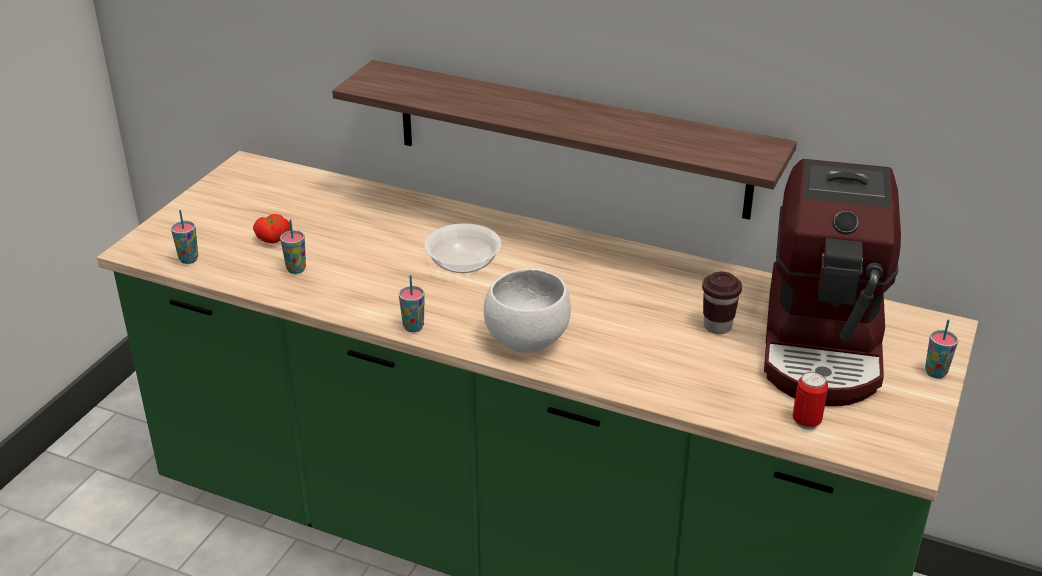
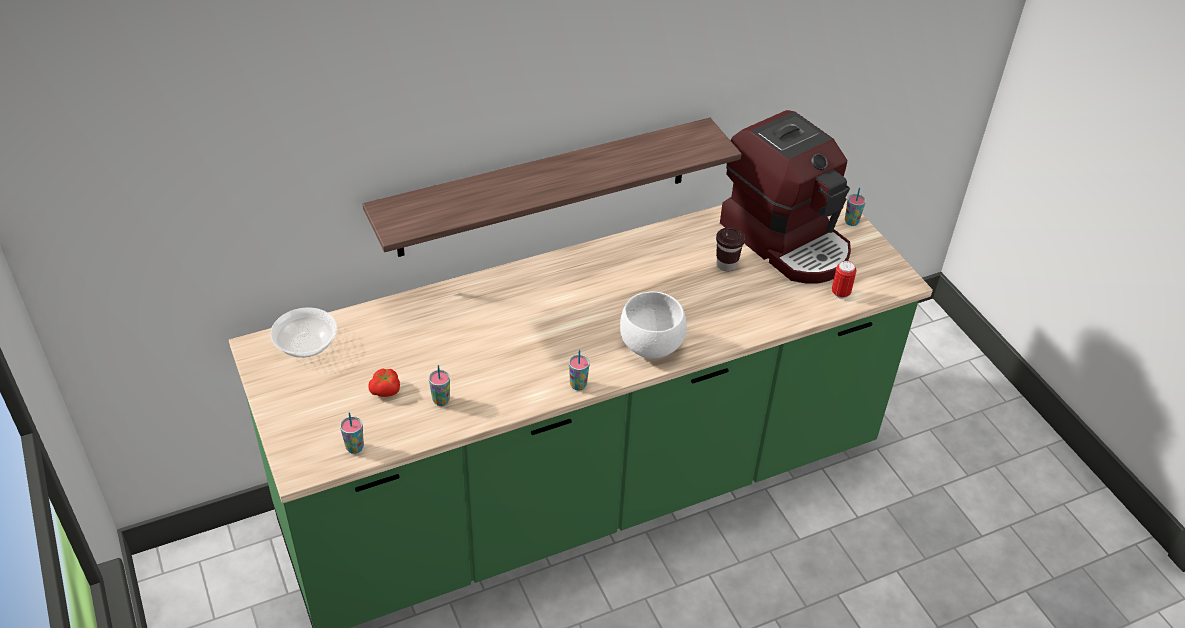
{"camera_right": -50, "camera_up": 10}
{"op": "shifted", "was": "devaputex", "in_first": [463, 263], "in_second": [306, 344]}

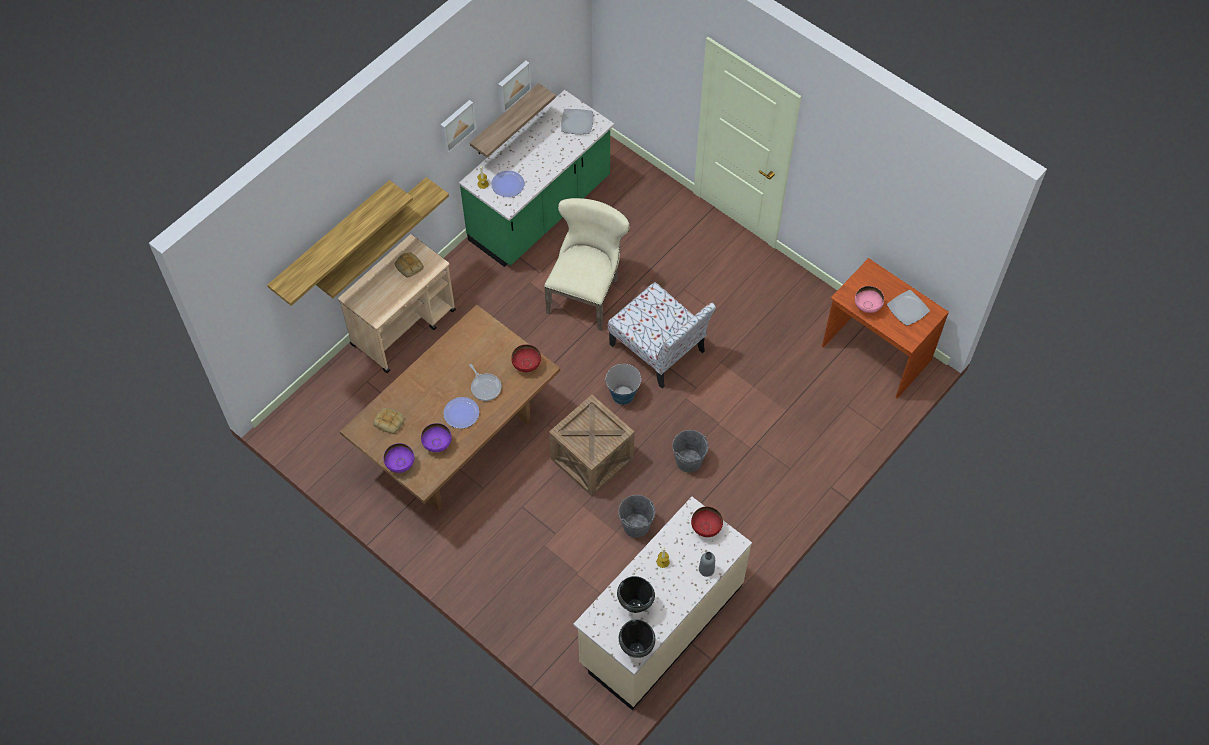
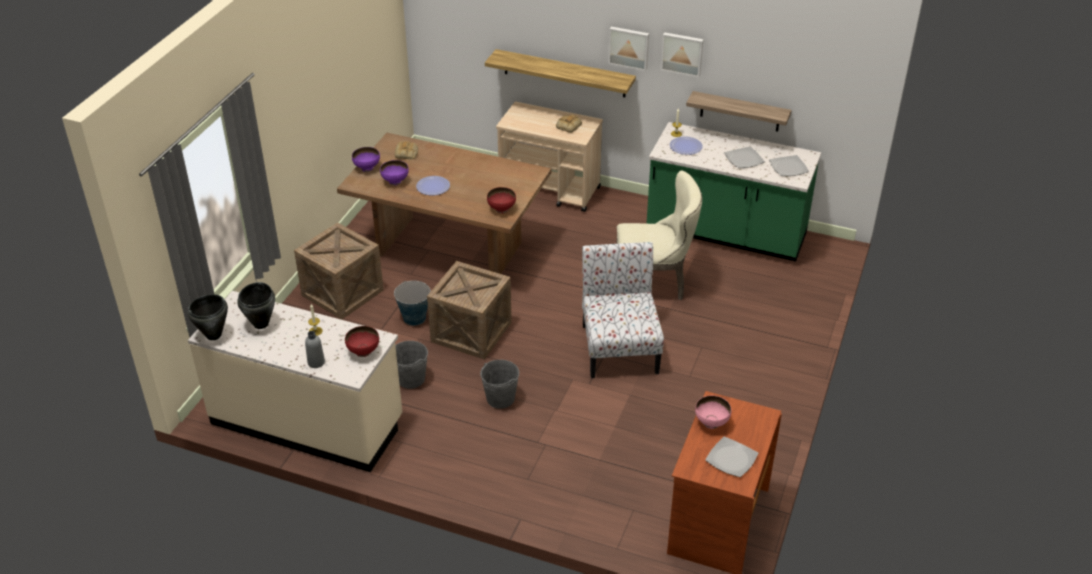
{"camera_right": 70, "camera_up": -20}
{"op": "shifted", "was": "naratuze", "in_first": [513, 85], "in_second": [629, 47]}
{"op": "gone", "was": "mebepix", "in_first": [331, 239]}
{"op": "rotated", "was": "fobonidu", "in_first": [659, 349], "in_second": [619, 347], "clockwise": 150}
{"op": "gone", "was": "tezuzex", "in_first": [485, 386]}
{"op": "shifted", "was": "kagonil", "in_first": [622, 395], "in_second": [414, 318]}
{"op": "new", "now": "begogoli", "in_second": [744, 159]}
{"op": "new", "now": "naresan", "in_second": [342, 292]}

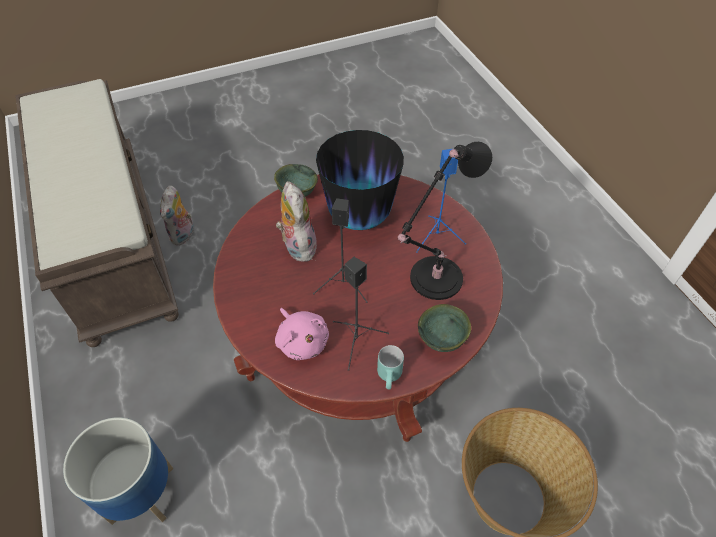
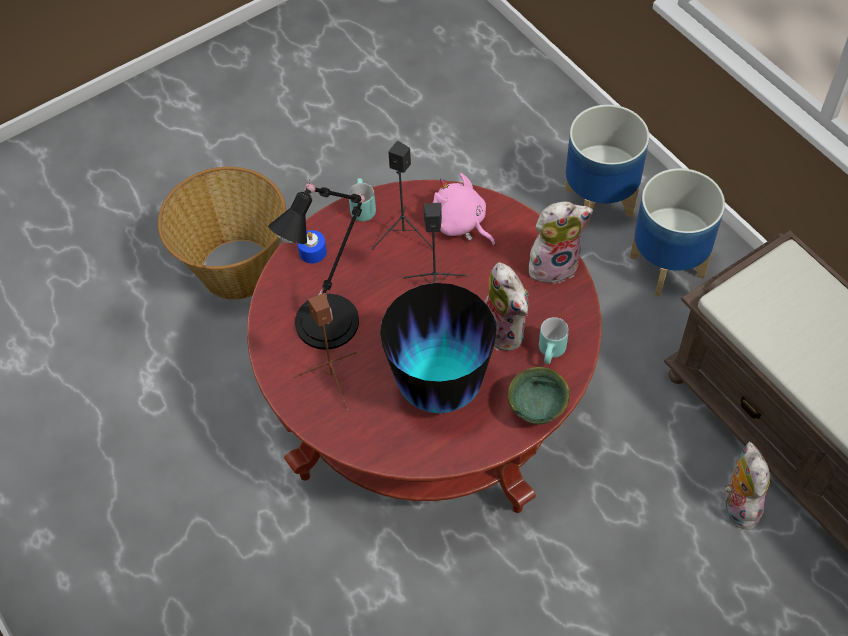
{"camera_right": 170, "camera_up": 5}
{"op": "repainted", "was": "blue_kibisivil", "now": "brown_kibisivil", "in_first": [437, 237], "in_second": [331, 379]}
{"op": "swapped", "was": "green_devaputex", "now": "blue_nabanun", "in_first": [442, 341], "in_second": [313, 252]}
{"op": "new", "now": "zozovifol", "in_second": [666, 265]}
{"op": "new", "now": "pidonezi", "in_second": [554, 264]}
{"op": "new", "now": "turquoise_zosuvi", "in_second": [552, 353]}

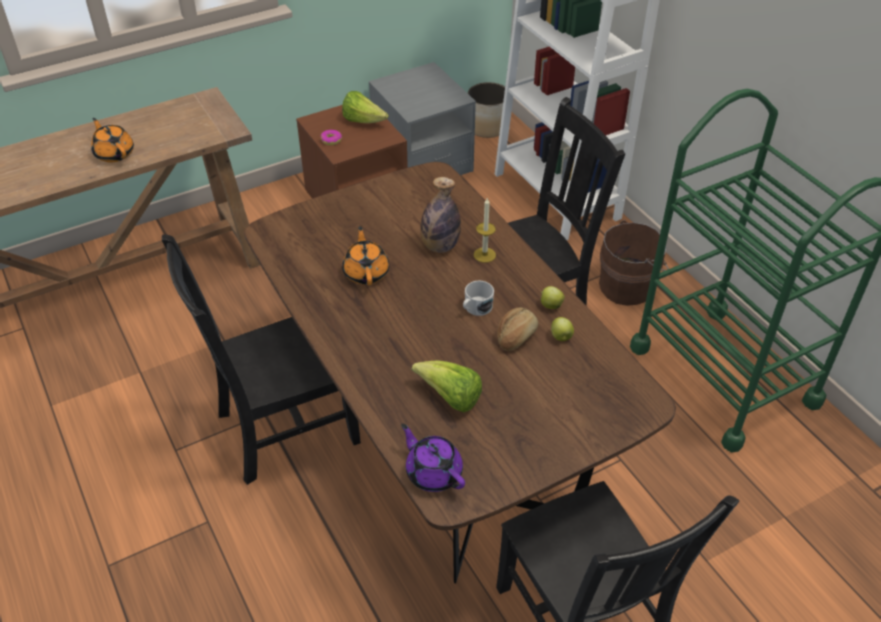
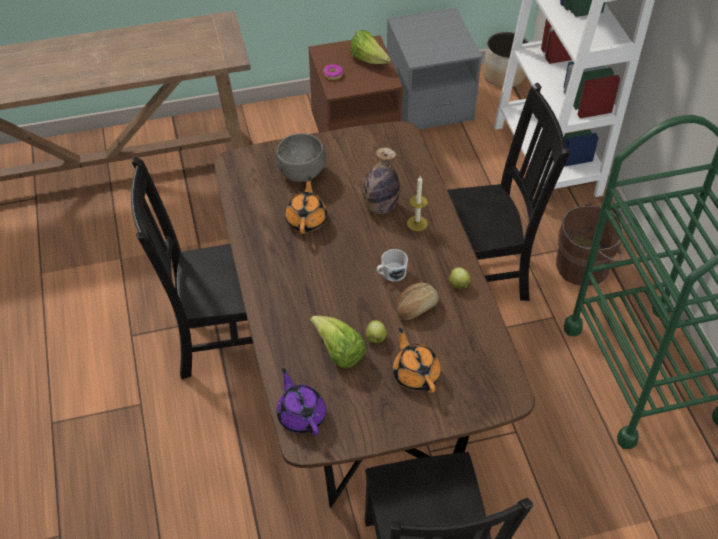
{"camera_right": 15, "camera_up": 5}
{"op": "shifted", "was": "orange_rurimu", "in_first": [114, 153], "in_second": [415, 374]}
{"op": "shifted", "was": "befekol", "in_first": [561, 337], "in_second": [375, 338]}
{"op": "new", "now": "grey_devaputex", "in_second": [301, 172]}

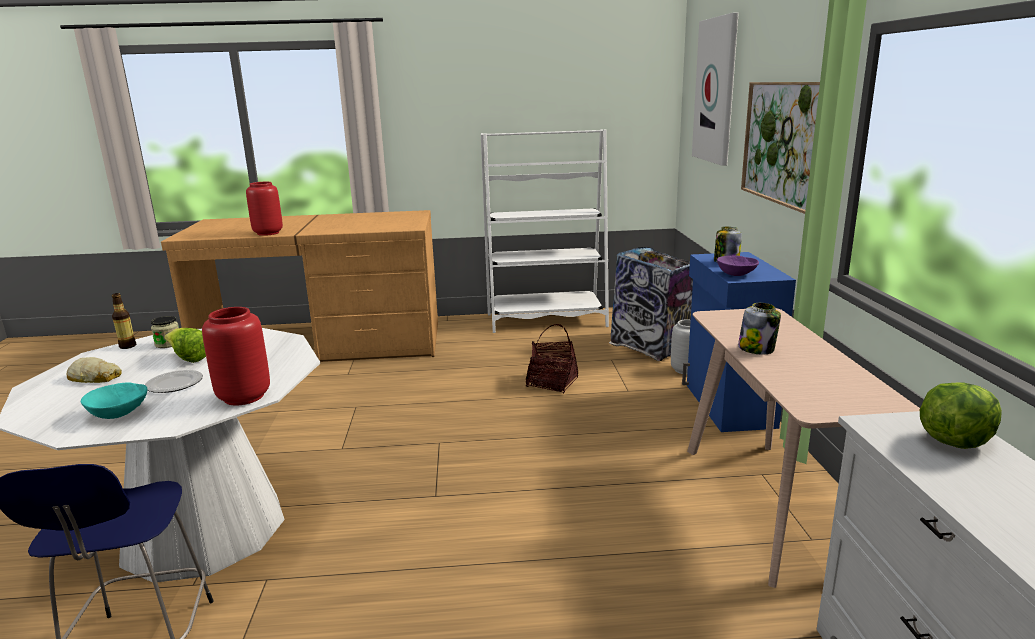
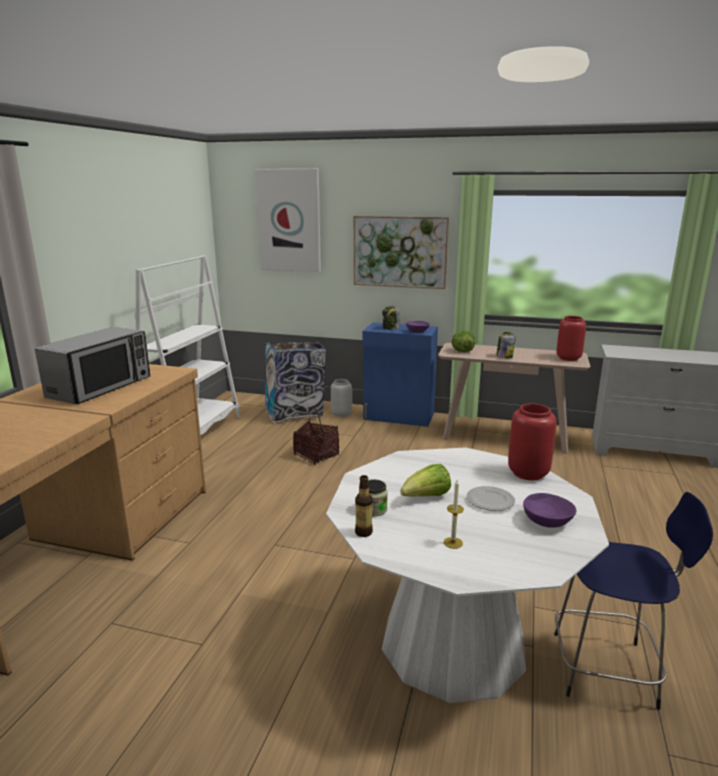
{"camera_right": -70, "camera_up": 0}
{"op": "shifted", "was": "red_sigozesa", "in_first": [268, 233], "in_second": [568, 358]}
{"op": "swapped", "was": "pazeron", "now": "nabanun", "in_first": [94, 377], "in_second": [453, 543]}
{"op": "repainted", "was": "turquoise_devaputex", "now": "purple_devaputex", "in_first": [118, 413], "in_second": [546, 522]}
{"op": "shifted", "was": "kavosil", "in_first": [954, 441], "in_second": [462, 351]}
{"op": "new", "now": "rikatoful", "in_second": [101, 387]}

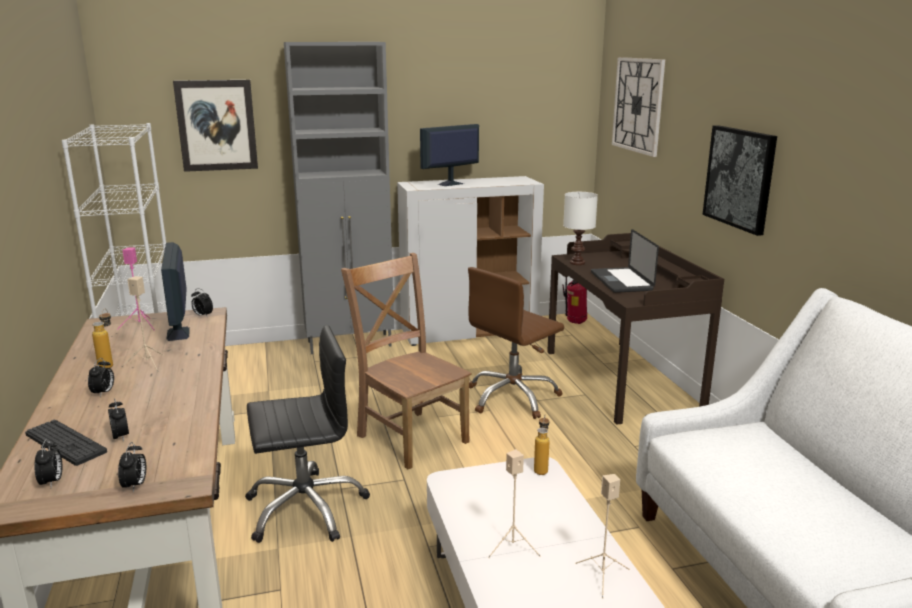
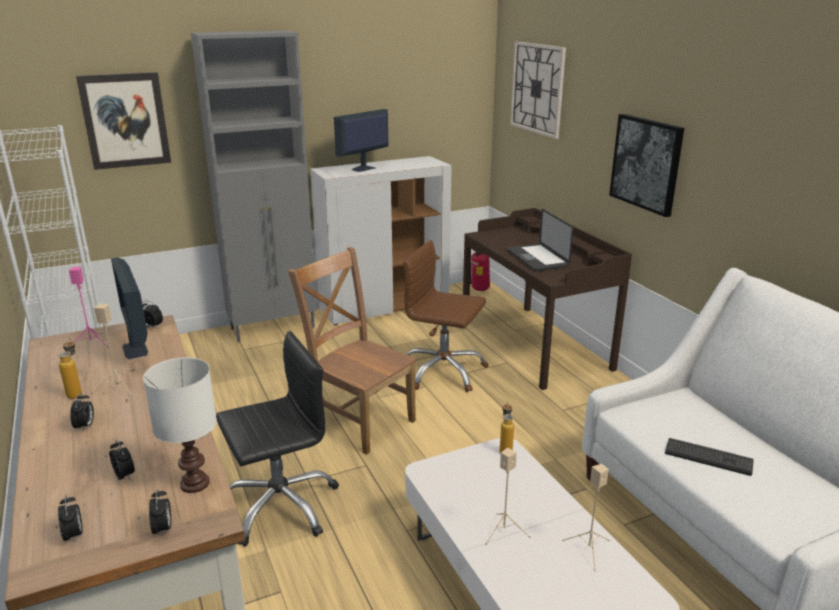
{"camera_right": -10, "camera_up": 5}
{"op": "shifted", "was": "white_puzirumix", "in_first": [576, 263], "in_second": [193, 483]}
{"op": "rotated", "was": "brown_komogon", "in_first": [513, 397], "in_second": [443, 371], "clockwise": 75}
{"op": "shifted", "was": "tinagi", "in_first": [65, 443], "in_second": [708, 457]}

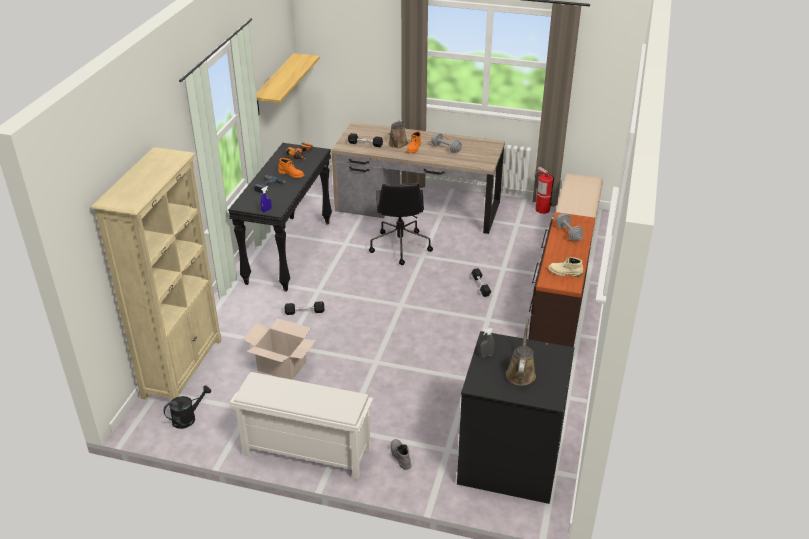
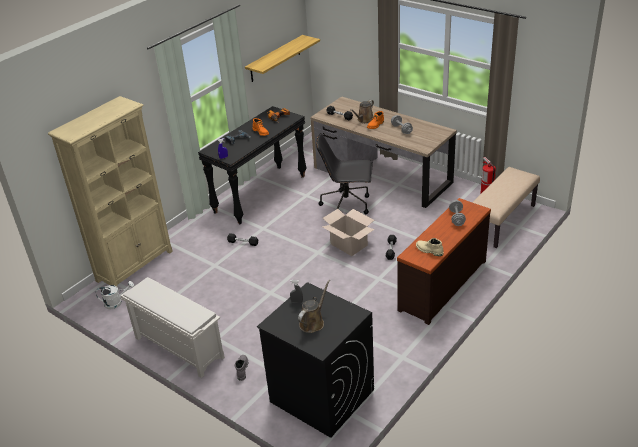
{"camera_right": 25, "camera_up": 0}
{"op": "rotated", "was": "black_komogon", "in_first": [400, 246], "in_second": [347, 205], "clockwise": 75}
{"op": "shifted", "was": "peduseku", "in_first": [281, 366], "in_second": [348, 245]}
{"op": "repainted", "was": "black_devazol", "now": "white_devazol", "in_first": [188, 418], "in_second": [116, 302]}

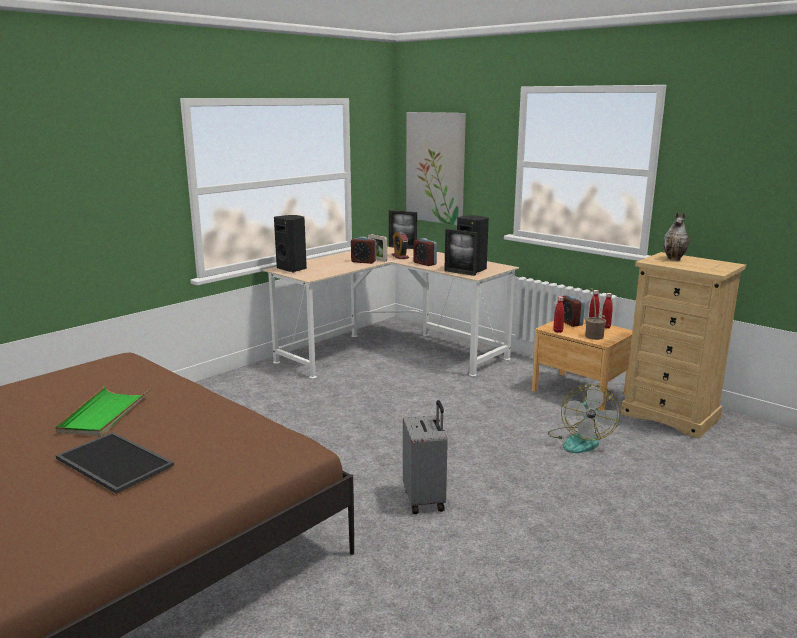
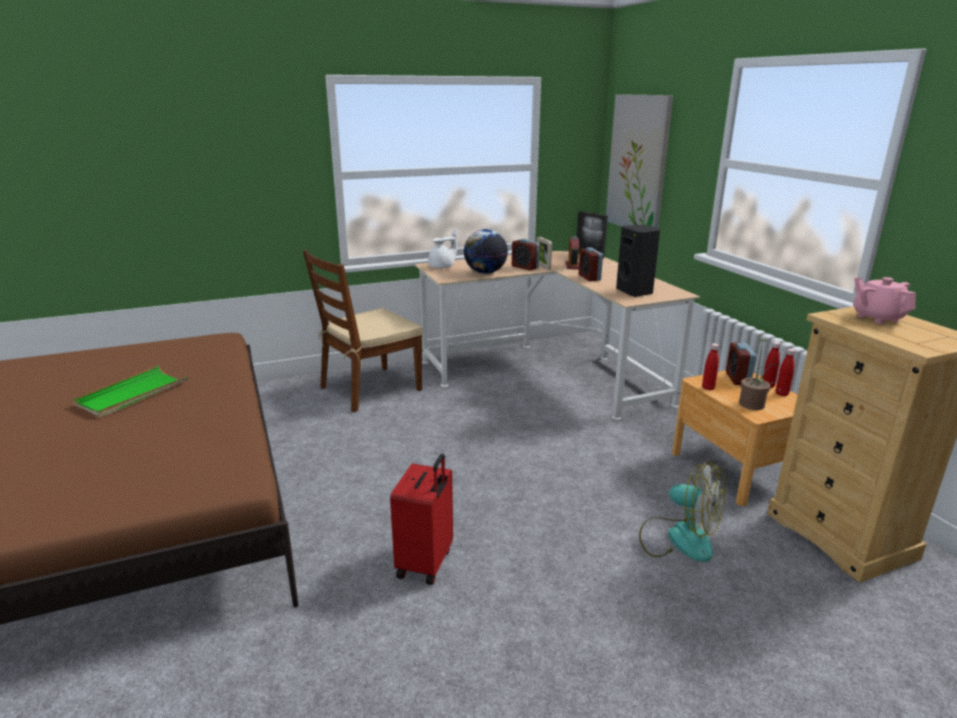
{"camera_right": 25, "camera_up": 5}
{"op": "swapped", "was": "sigozesa", "now": "pink_rurimu", "in_first": [674, 259], "in_second": [877, 318]}
{"op": "swapped", "was": "black_kibisivil", "now": "white_rurimu", "in_first": [293, 269], "in_second": [443, 267]}
{"op": "gone", "was": "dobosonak", "in_first": [460, 273]}
{"op": "rotated", "was": "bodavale", "in_first": [580, 440], "in_second": [678, 538], "clockwise": -90}
{"op": "repainted", "was": "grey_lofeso", "now": "red_lofeso", "in_first": [425, 500], "in_second": [426, 563]}
{"op": "gone", "was": "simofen", "in_first": [112, 462]}
{"op": "new", "now": "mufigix", "in_second": [485, 272]}
{"op": "new", "now": "brown_fobonidu", "in_second": [369, 389]}

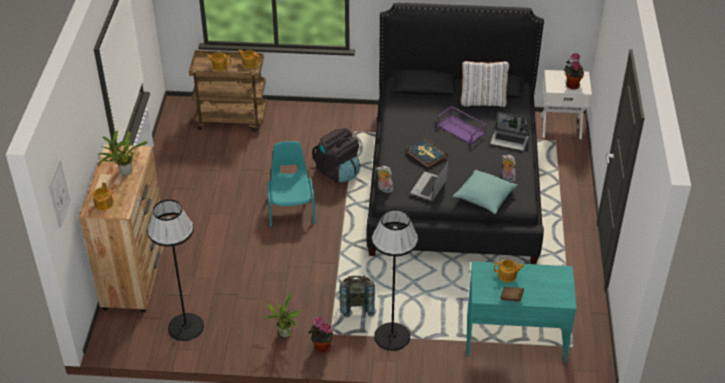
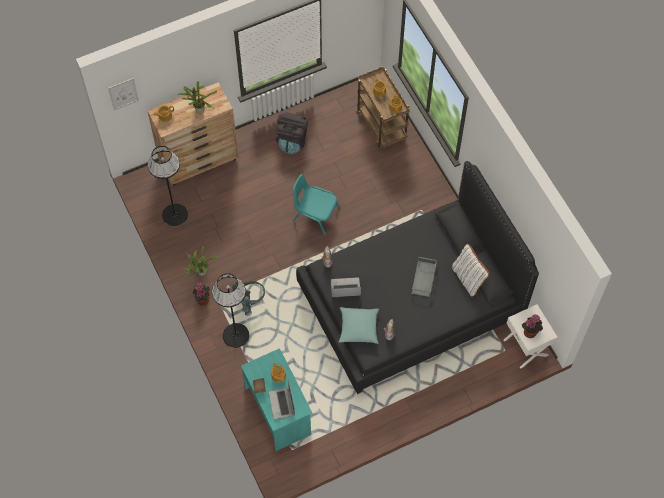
{"camera_right": 60, "camera_up": 20}
{"op": "repainted", "was": "purple_simofen", "now": "grey_simofen", "in_first": [461, 129], "in_second": [424, 279]}
{"op": "shifted", "was": "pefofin", "in_first": [510, 140], "in_second": [282, 404]}
{"op": "shifted", "was": "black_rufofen", "in_first": [338, 171], "in_second": [292, 141]}
{"op": "gone", "was": "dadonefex", "in_first": [426, 154]}
{"op": "rotated", "was": "turquoise_fobonidu", "in_first": [291, 208], "in_second": [315, 214], "clockwise": -120}

